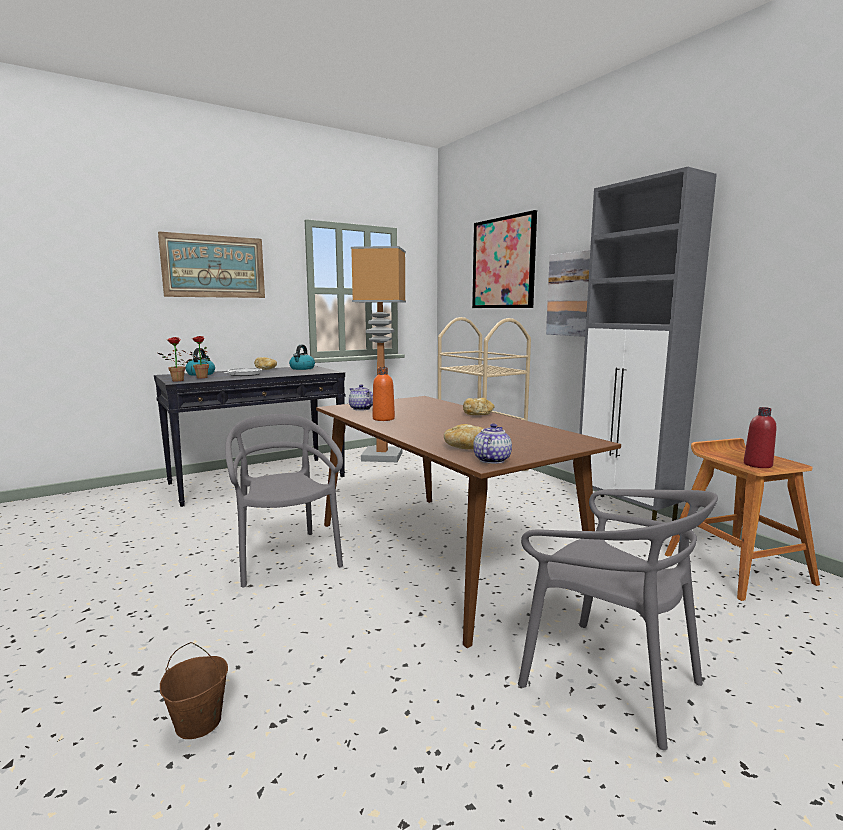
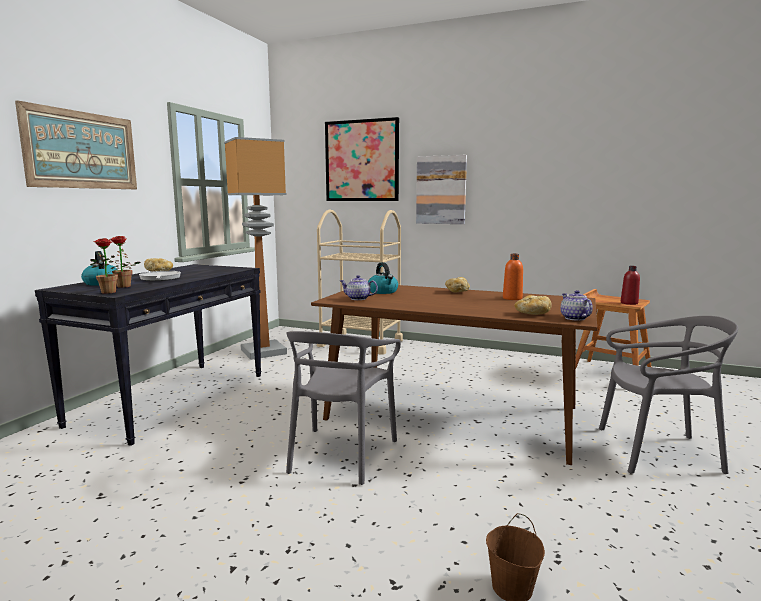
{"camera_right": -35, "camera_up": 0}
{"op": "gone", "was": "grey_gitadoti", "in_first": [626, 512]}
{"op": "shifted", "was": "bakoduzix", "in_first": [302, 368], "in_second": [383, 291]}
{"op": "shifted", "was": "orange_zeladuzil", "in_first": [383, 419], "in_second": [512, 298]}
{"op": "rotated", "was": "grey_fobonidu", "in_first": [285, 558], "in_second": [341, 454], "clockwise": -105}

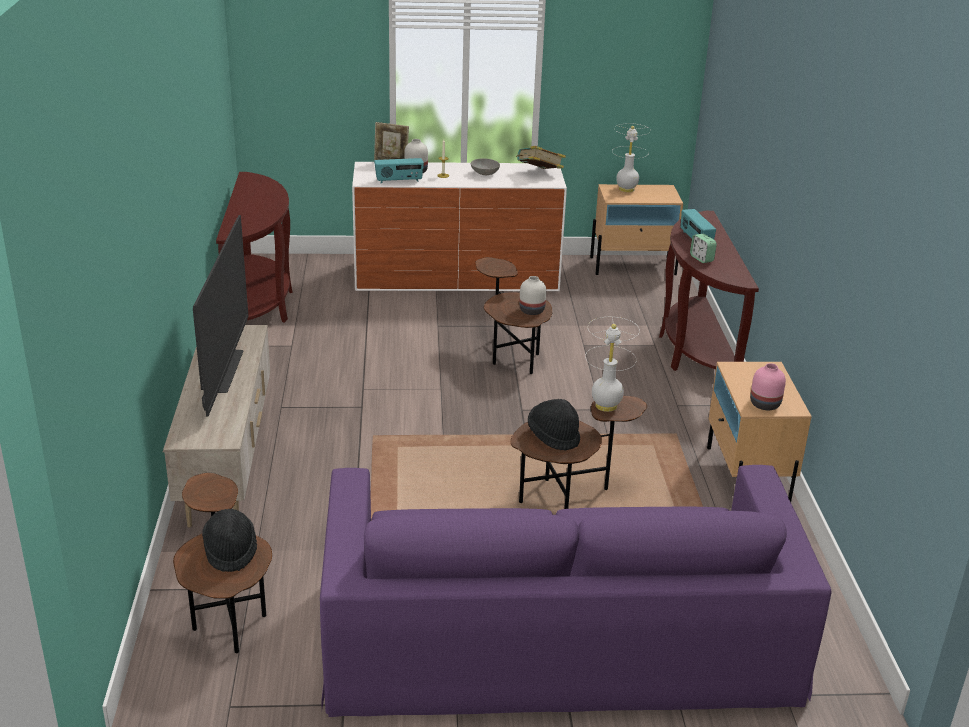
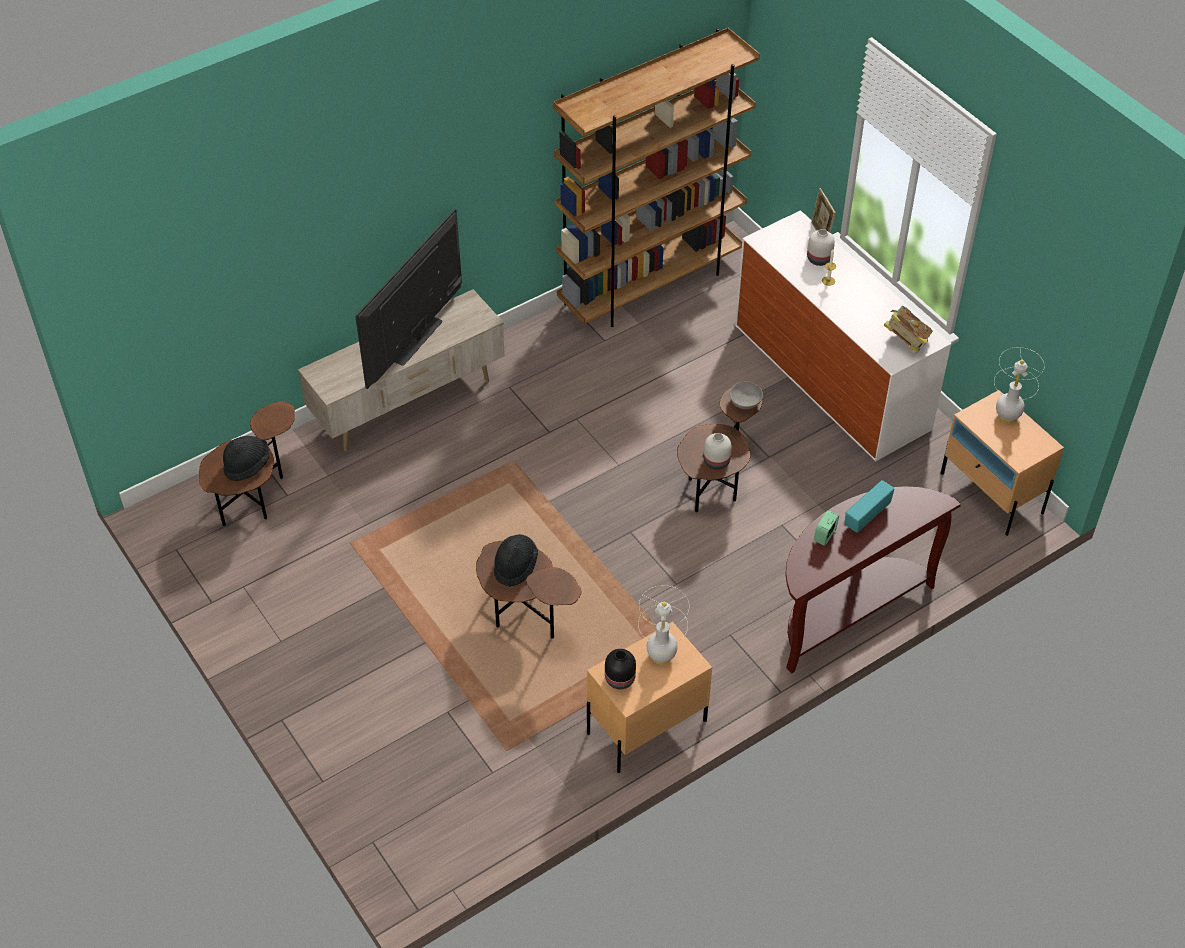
{"camera_right": 60, "camera_up": 20}
{"op": "gone", "was": "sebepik", "in_first": [399, 181]}
{"op": "shifted", "was": "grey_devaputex", "in_first": [485, 173], "in_second": [745, 402]}
{"op": "swapped", "was": "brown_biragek", "now": "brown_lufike", "in_first": [260, 306], "in_second": [650, 285]}
{"op": "rotated", "was": "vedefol", "in_first": [227, 371], "in_second": [417, 341], "clockwise": 150}
{"op": "shifted", "was": "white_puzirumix", "in_first": [606, 405], "in_second": [661, 656]}
{"op": "repainted", "was": "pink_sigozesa", "now": "black_sigozesa", "in_first": [765, 405], "in_second": [619, 679]}
{"op": "gone", "was": "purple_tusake", "in_first": [557, 636]}

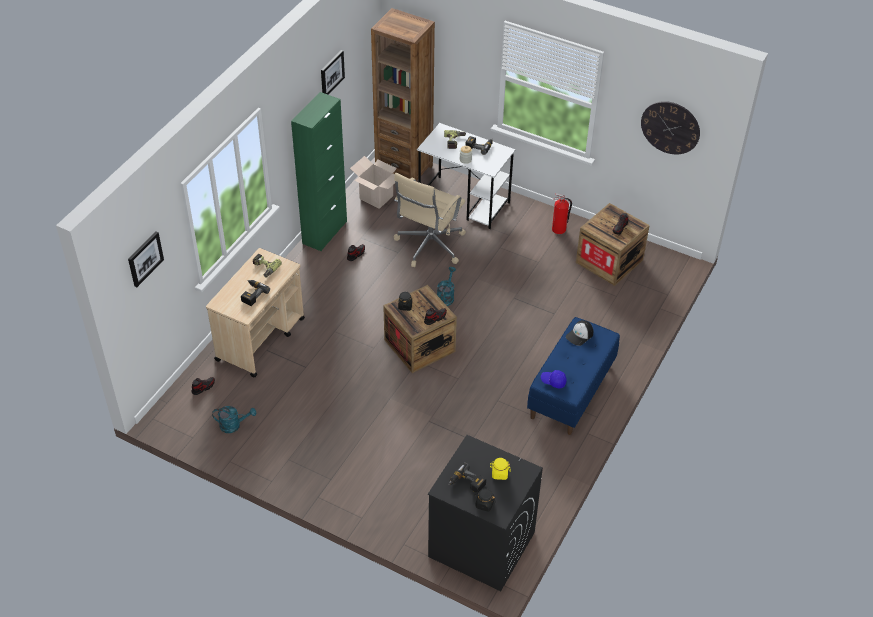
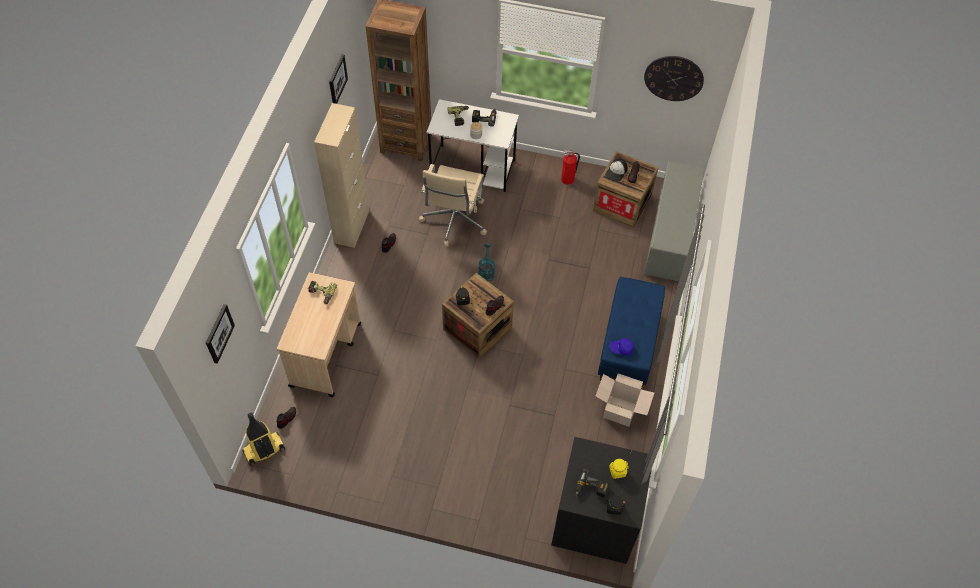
{"camera_right": -15, "camera_up": 10}
{"op": "repainted", "was": "green_gitadoti", "now": "beige_gitadoti", "in_first": [324, 232], "in_second": [352, 226]}
{"op": "shifted", "was": "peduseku", "in_first": [376, 197], "in_second": [619, 411]}
{"op": "gone", "was": "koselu", "in_first": [252, 294]}
{"op": "shifted", "was": "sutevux", "in_first": [579, 335], "in_second": [616, 172]}
{"op": "gone", "was": "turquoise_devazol", "in_first": [234, 425]}
{"op": "new", "now": "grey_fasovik", "in_second": [669, 237]}
{"op": "new", "now": "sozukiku", "in_second": [264, 450]}

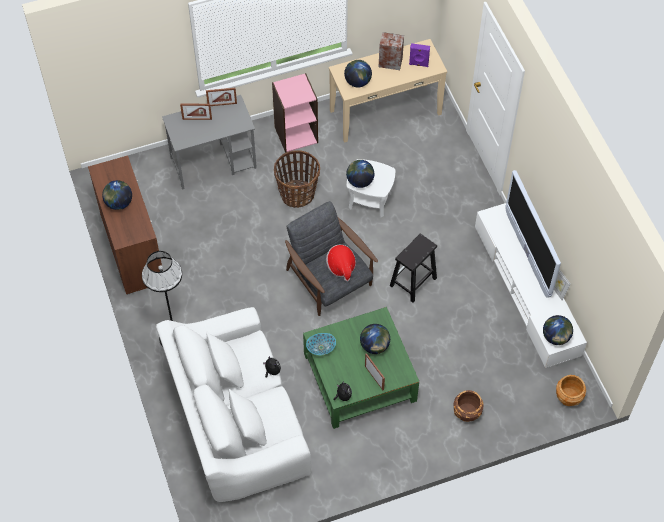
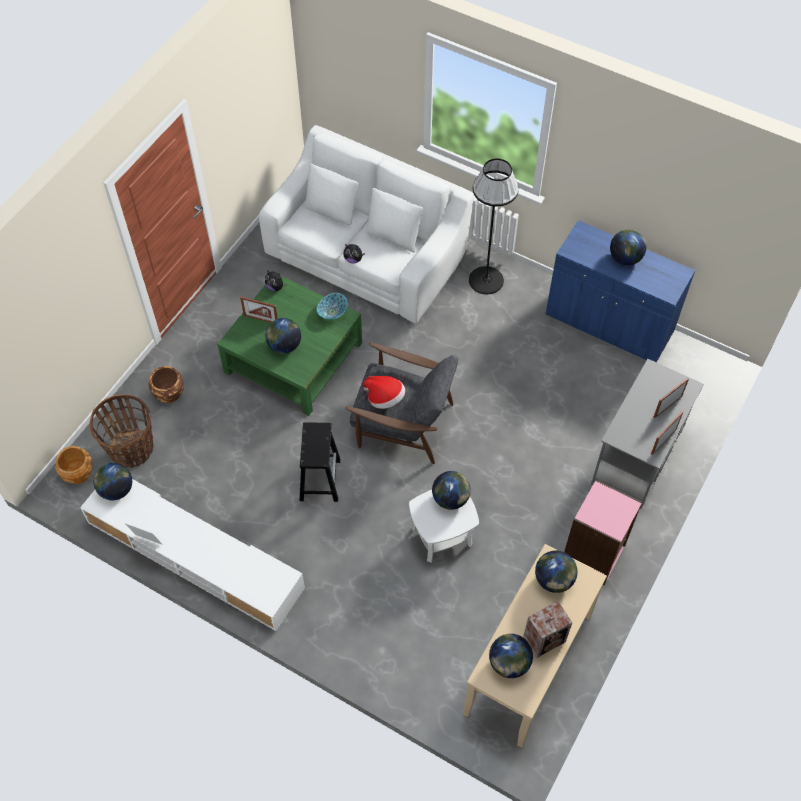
{"camera_right": 140, "camera_up": 0}
{"op": "swapped", "was": "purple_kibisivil", "now": "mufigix", "in_first": [418, 64], "in_second": [509, 663]}
{"op": "shifted", "was": "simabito", "in_first": [297, 194], "in_second": [131, 449]}
{"op": "repainted", "was": "brown_gitadoti", "now": "blue_gitadoti", "in_first": [132, 248], "in_second": [609, 323]}
{"op": "gone", "was": "vedefol", "in_first": [527, 254]}

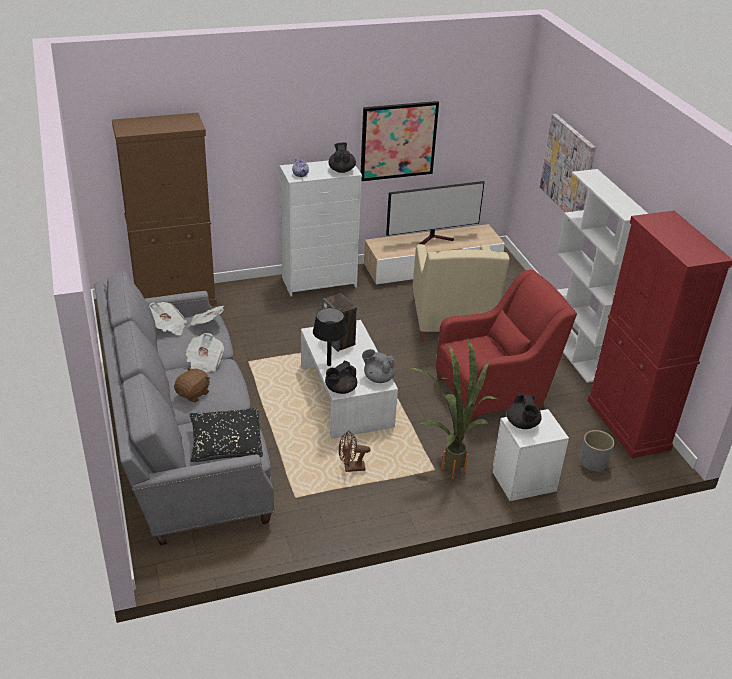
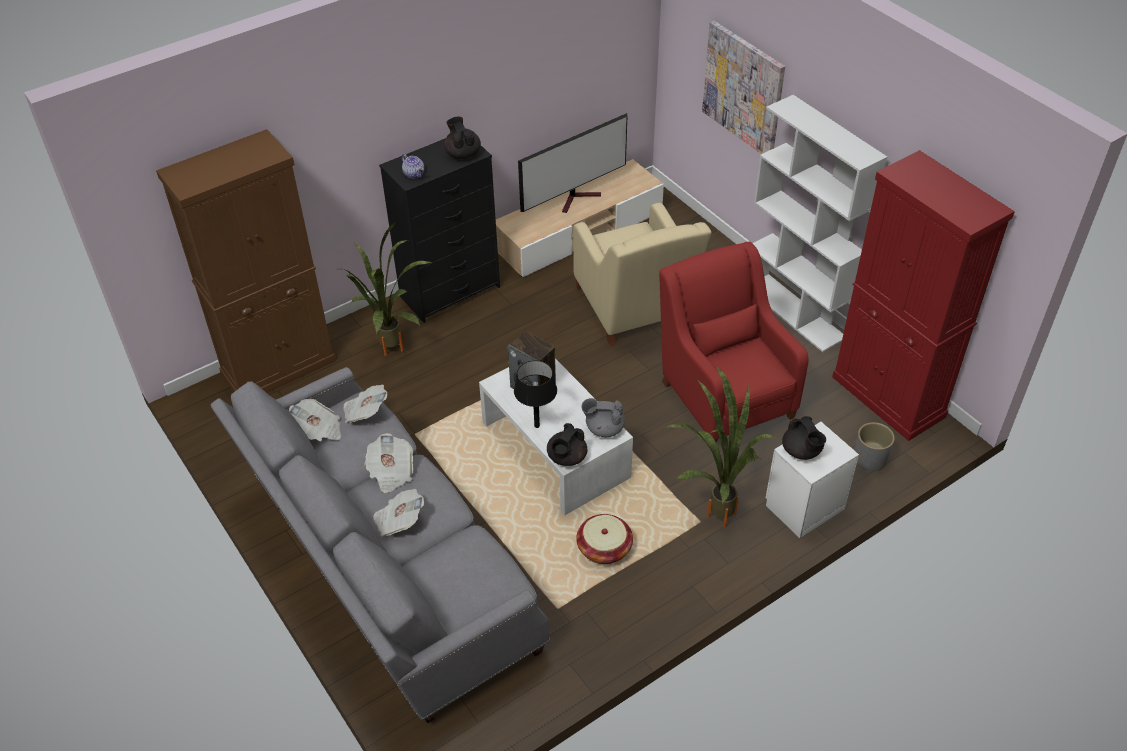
{"camera_right": -15, "camera_up": 10}
{"op": "gone", "was": "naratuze", "in_first": [398, 140]}
{"op": "repainted", "was": "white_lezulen", "now": "black_lezulen", "in_first": [320, 282], "in_second": [451, 291]}
{"op": "rotated", "was": "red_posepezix", "in_first": [494, 392], "in_second": [724, 395], "clockwise": -75}
{"op": "swapped", "was": "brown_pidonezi", "now": "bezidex", "in_first": [193, 394], "in_second": [399, 521]}
{"op": "gone", "was": "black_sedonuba", "in_first": [226, 445]}
{"op": "swapped", "was": "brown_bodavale", "now": "simabito", "in_first": [351, 468], "in_second": [604, 548]}
{"op": "new", "now": "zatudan", "in_second": [391, 353]}

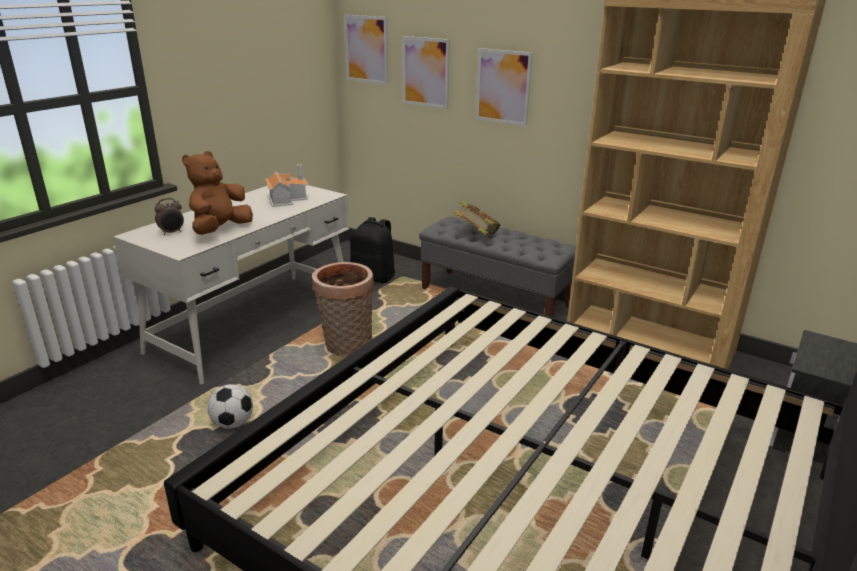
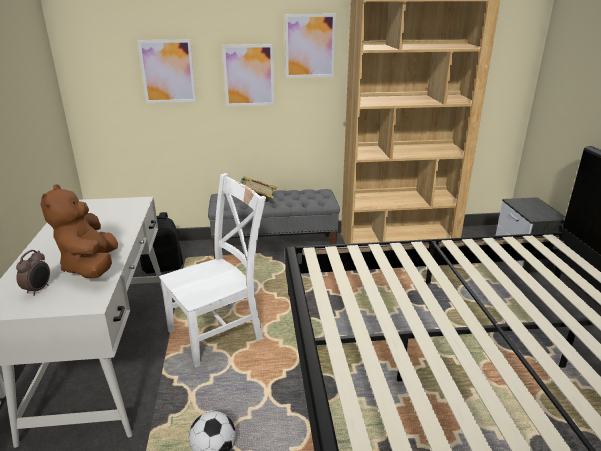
{"camera_right": -40, "camera_up": 0}
{"op": "shifted", "was": "naratuze", "in_first": [366, 49], "in_second": [310, 46]}
{"op": "gone", "was": "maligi", "in_first": [287, 198]}
{"op": "swapped", "was": "simabito", "now": "white_fobonidu", "in_first": [346, 347], "in_second": [219, 333]}

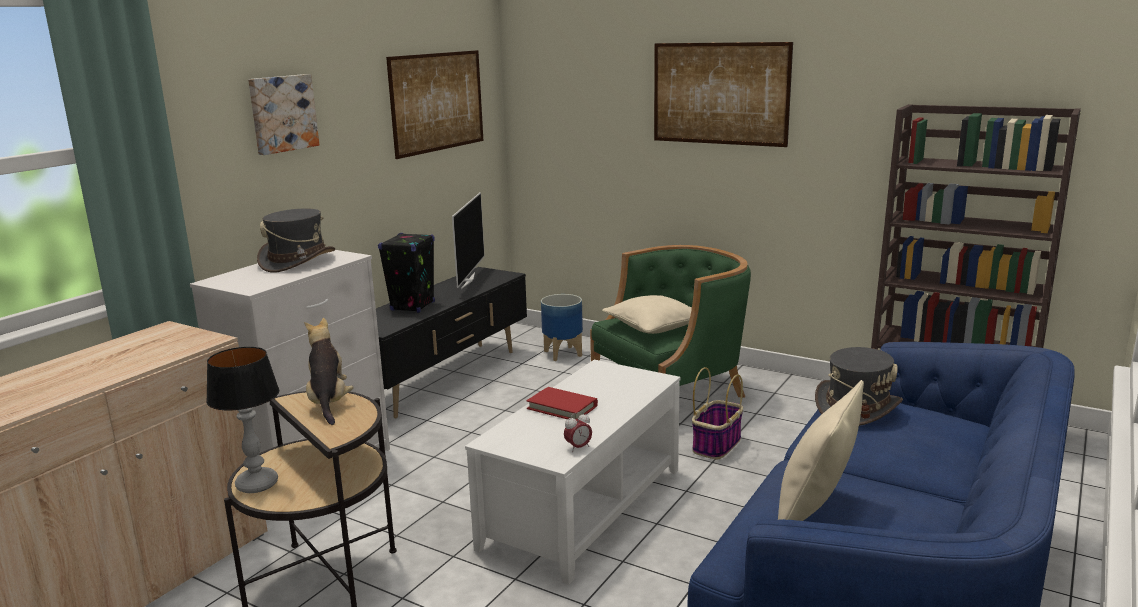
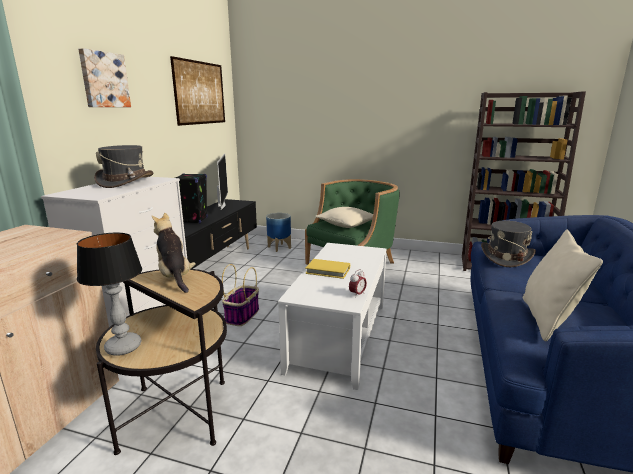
{"camera_right": -15, "camera_up": 0}
{"op": "gone", "was": "naratuze", "in_first": [720, 93]}
{"op": "shifted", "was": "simabito", "in_first": [716, 444], "in_second": [242, 315]}
{"op": "repainted", "was": "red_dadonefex", "now": "yellow_dadonefex", "in_first": [562, 407], "in_second": [328, 271]}

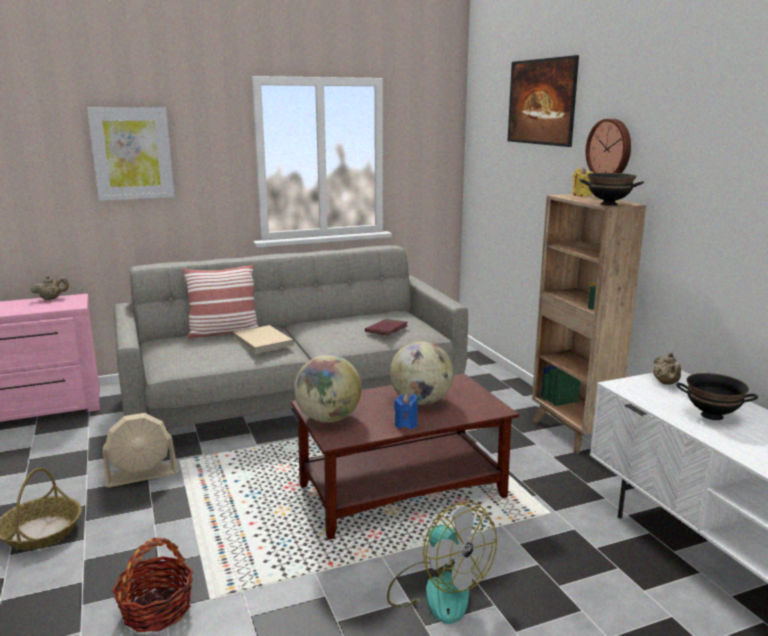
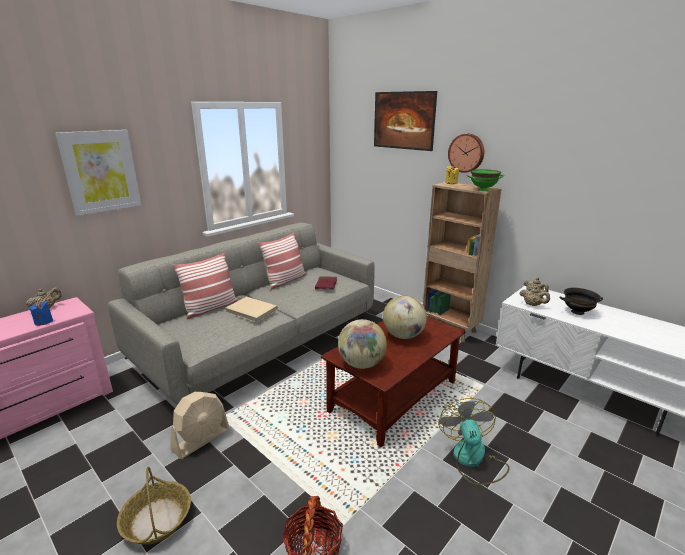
{"camera_right": -25, "camera_up": 5}
{"op": "repainted", "was": "black_devaputex", "now": "green_devaputex", "in_first": [609, 204], "in_second": [483, 189]}
{"op": "shifted", "was": "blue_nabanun", "in_first": [406, 424], "in_second": [44, 322]}
{"op": "rotated", "was": "bodavale", "in_first": [437, 590], "in_second": [472, 460], "clockwise": -120}
{"op": "new", "now": "sedonuba", "in_second": [285, 281]}
{"op": "new", "now": "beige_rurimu", "in_second": [532, 305]}

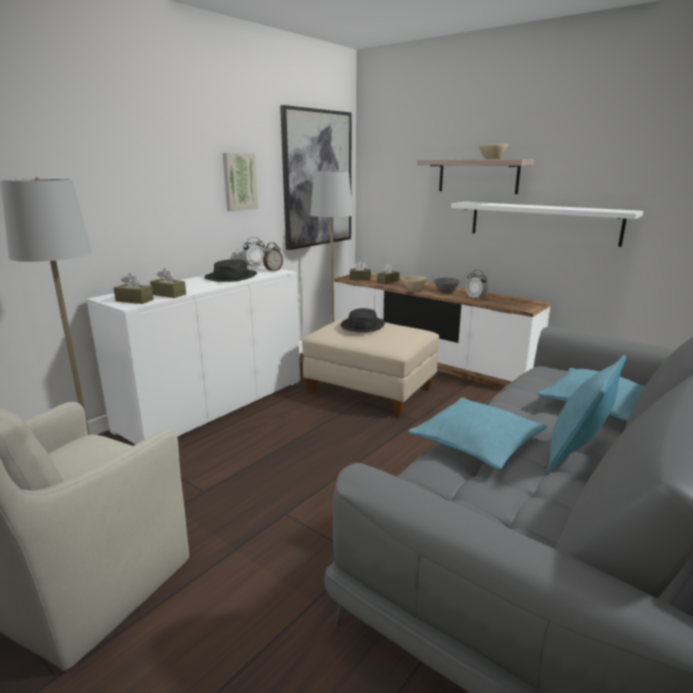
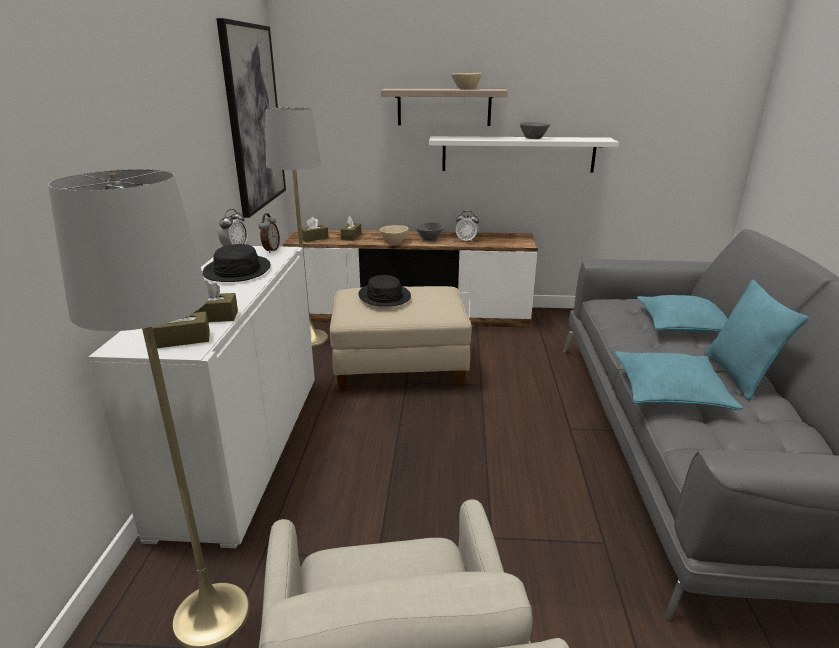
{"camera_right": -35, "camera_up": 5}
{"op": "gone", "was": "naratuze", "in_first": [239, 181]}
{"op": "new", "now": "grey_devaputex", "in_second": [533, 138]}

